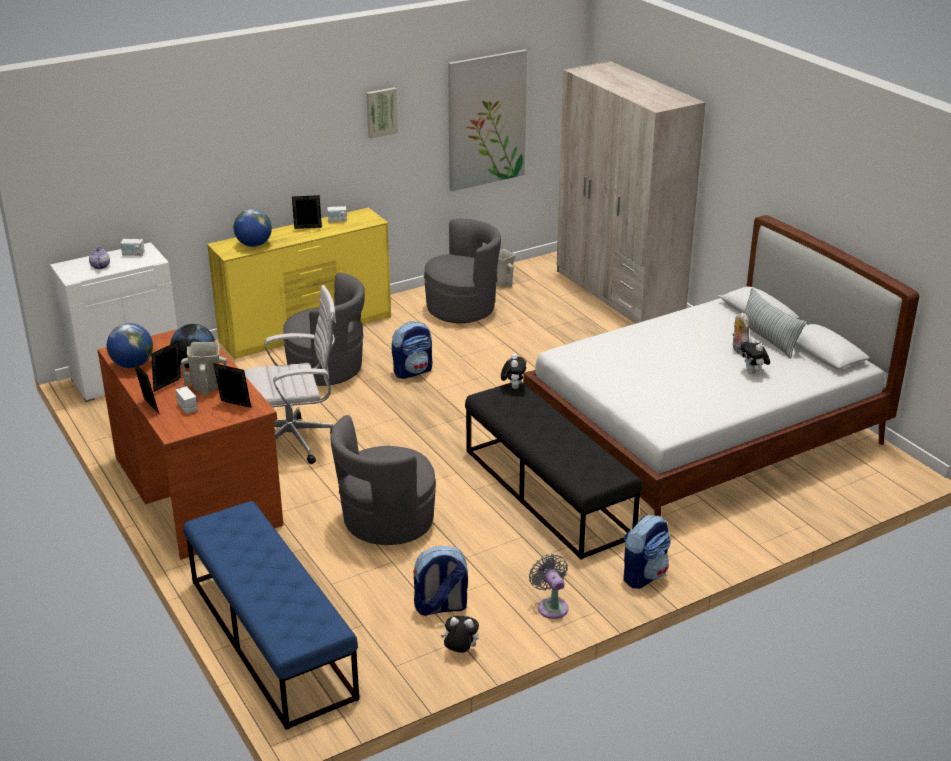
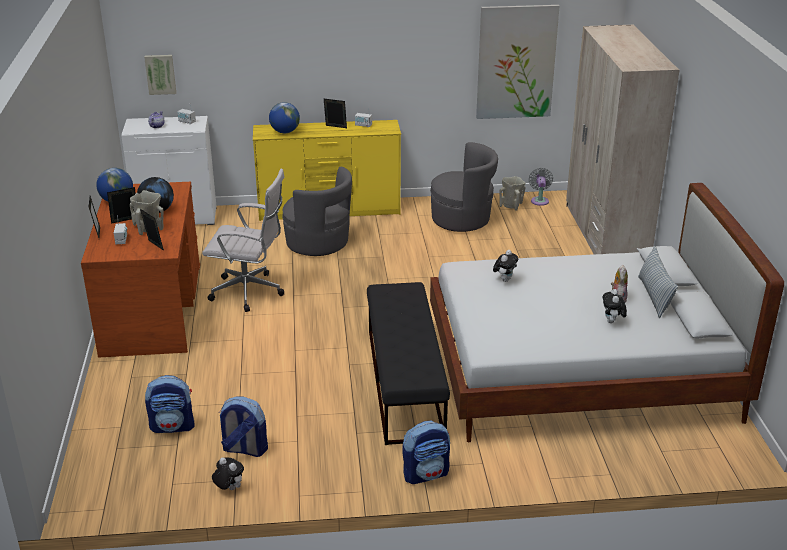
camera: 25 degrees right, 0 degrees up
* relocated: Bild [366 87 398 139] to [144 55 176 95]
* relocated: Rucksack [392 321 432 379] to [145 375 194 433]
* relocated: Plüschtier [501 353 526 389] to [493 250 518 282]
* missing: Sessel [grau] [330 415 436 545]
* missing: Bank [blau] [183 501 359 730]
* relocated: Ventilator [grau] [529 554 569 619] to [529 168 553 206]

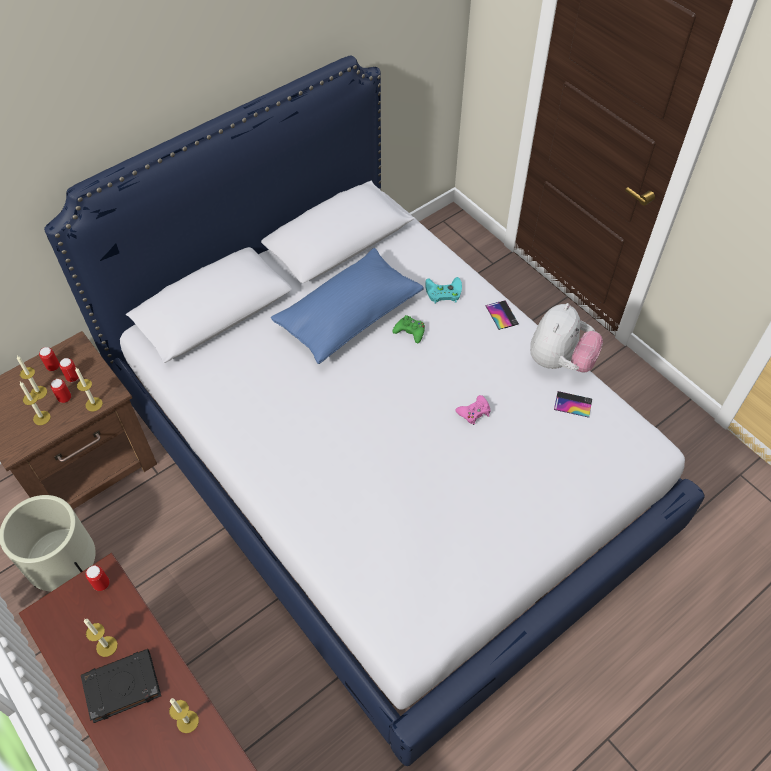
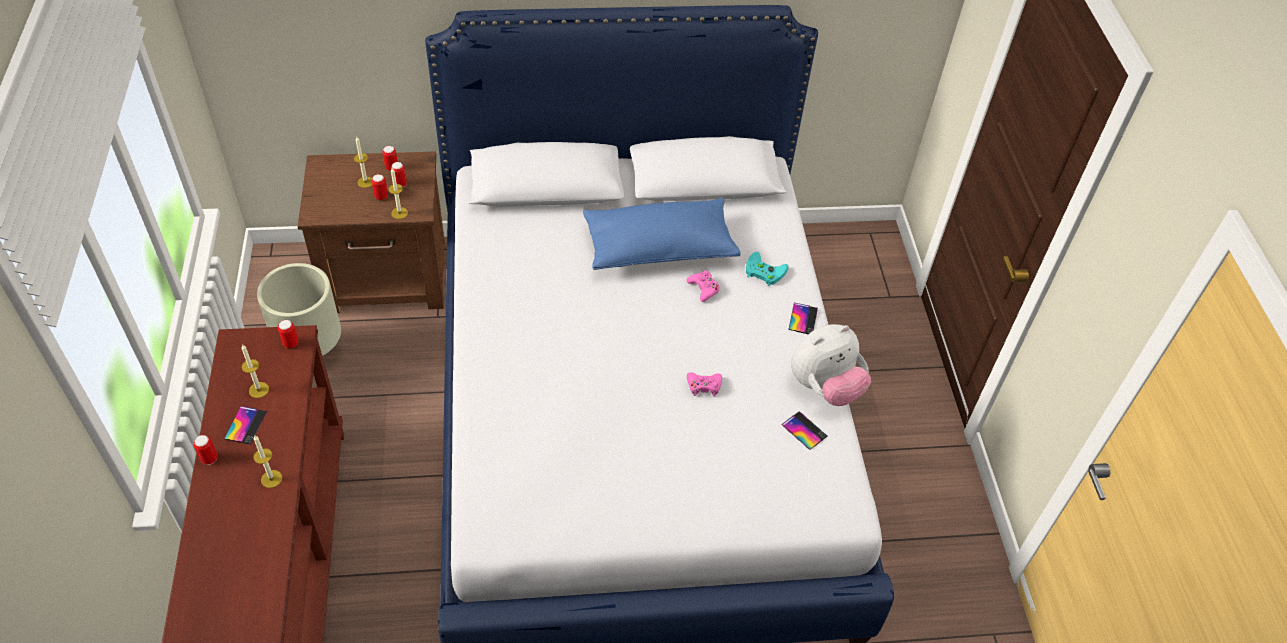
camera: 30 degrees right, 5 degrees down
* colour: Gamepad [grün] [393 315 425 343] to Gamepad [rosa] [686 270 719 302]
* missing: Kerze [20 382 51 425]
* exchanged: Buch [schwarz] [81 649 161 723] to Handy [224 406 267 444]
* appeared: Dose [194 435 218 465]

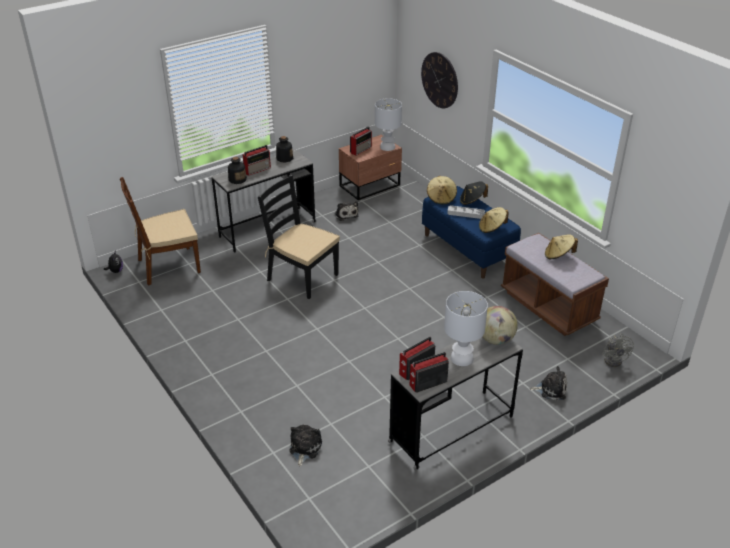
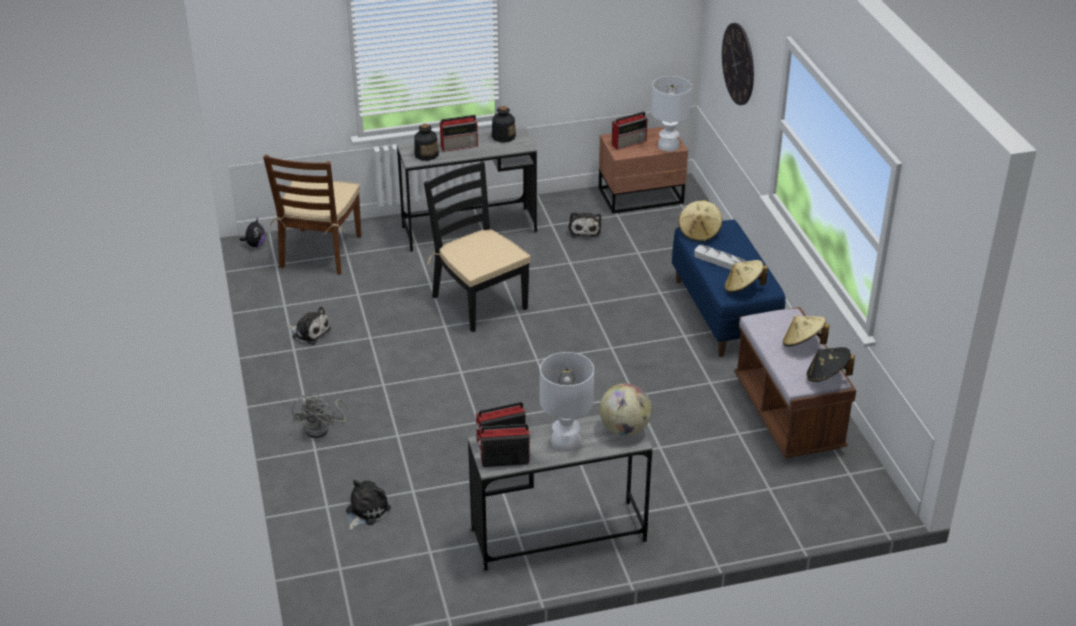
camera: 20 degrees right, 0 degrees up
* spun: Stuhl [braun] [120 177 201 285] = [263 155 361 275] 75 degrees counterclockwise
* relocated: Hut [schwarz] [460 182 488 205] to [806 347 855 382]
* relocated: Ventilator [grau] [602 334 634 367] to [292 393 348 438]
* relocated: Plüschtier [530 366 567 400] to [287 306 331 345]

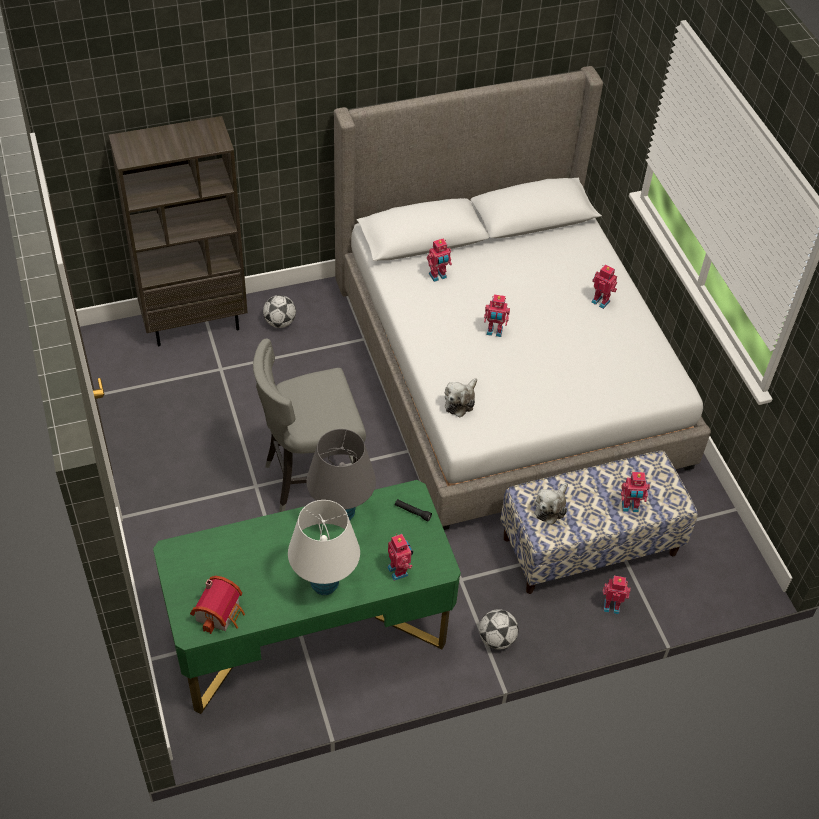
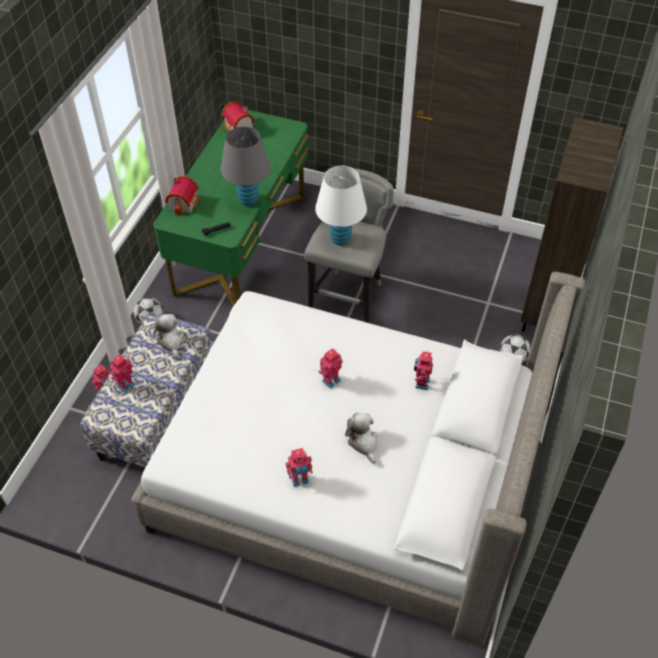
camera: 130 degrees right, 0 degrees up
* relocated: Plüschtier [445 378 477 417] to [345 412 377 464]
* relocated: Tischlampe [weiß] [288 500 360 595] to [315 166 367 246]
* exchanged: Spielzeugroboter [387 533 413 581] to Spielzeughaus [165 176 202 216]

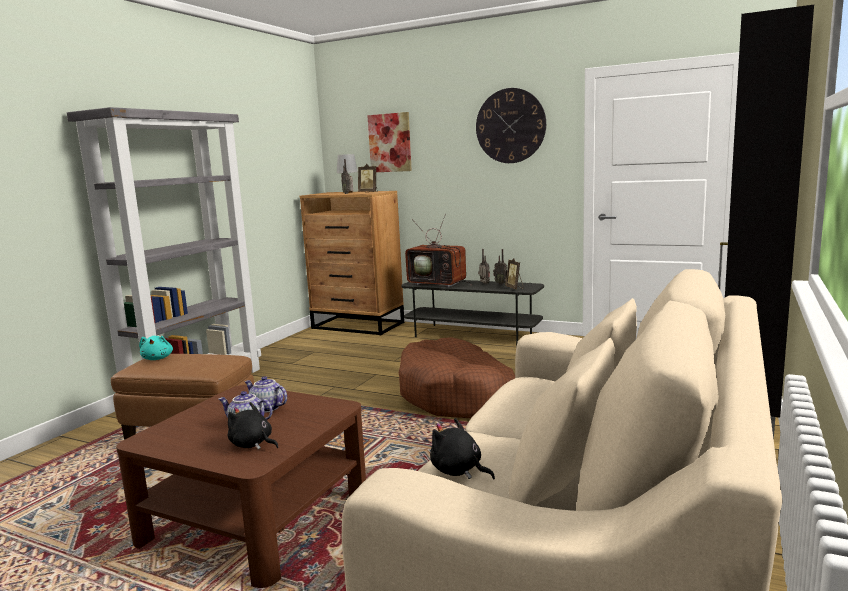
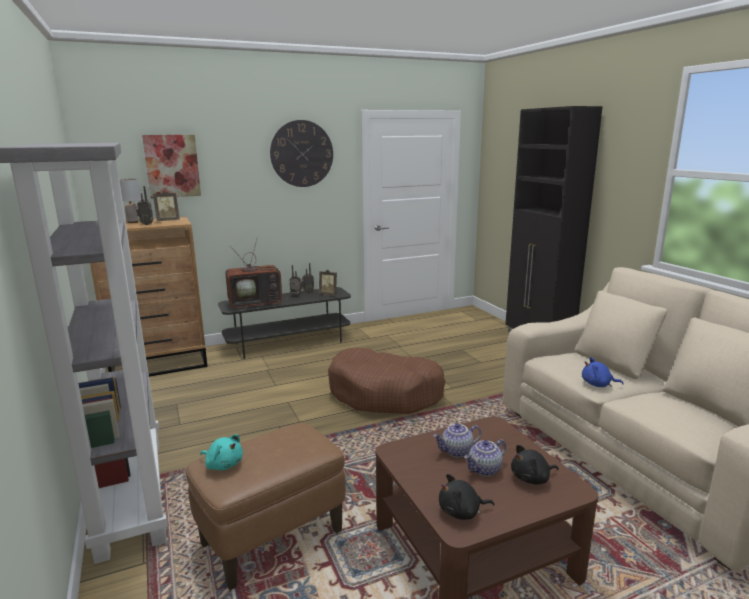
camera: 50 degrees left, 5 degrees up
* relocated: Plüschtier [schwarz] [430 418 495 480] to [439 474 494 520]
* appeared: Plüschtier [blau] [582 357 624 387]

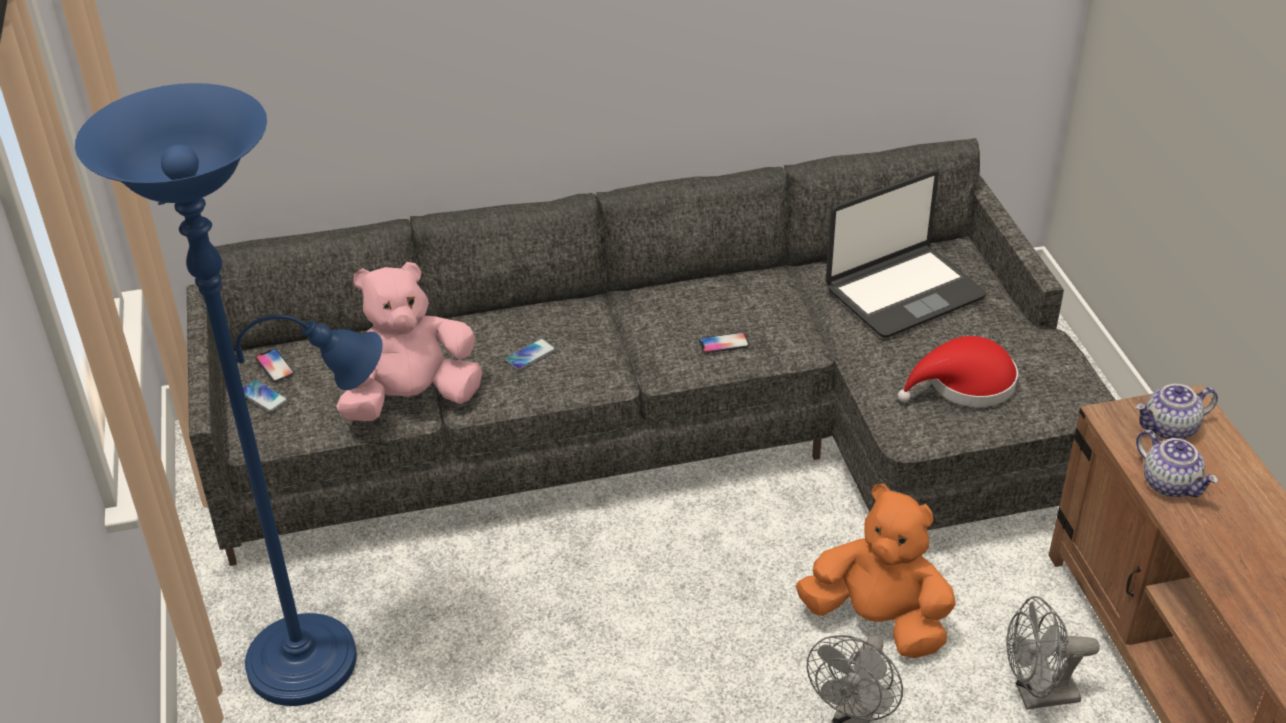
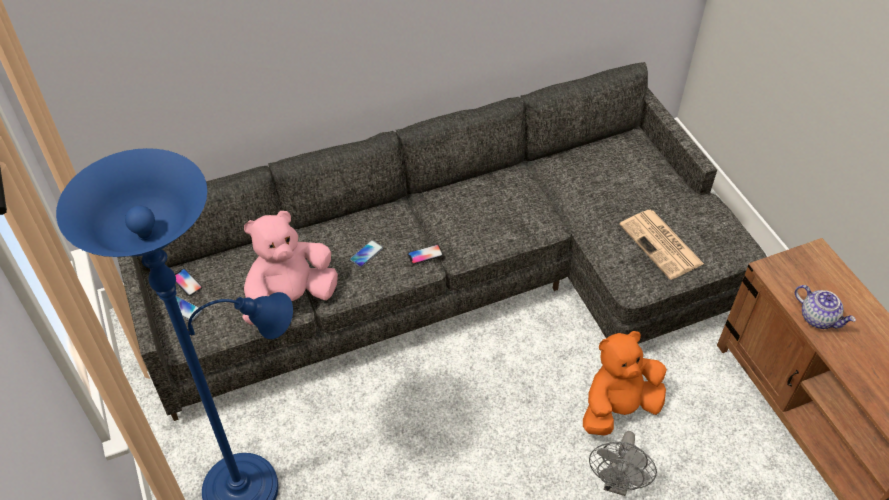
camera: 10 degrees left, 10 degrees up
* missing: Laptop [826 170 987 338]
* relocated: Handy [699 332 749 353] to [407 244 443 265]
* exchanged: Hut [rot] [897 336 1018 407] to Zeitung [620 210 704 280]
* missing: Teekanne [1135 384 1218 440]
* spun: Plüschtier [orange] [796 484 956 658] = [583 331 667 436] 45 degrees counterclockwise
* missing: Ventilator [grau] [1006 596 1100 710]

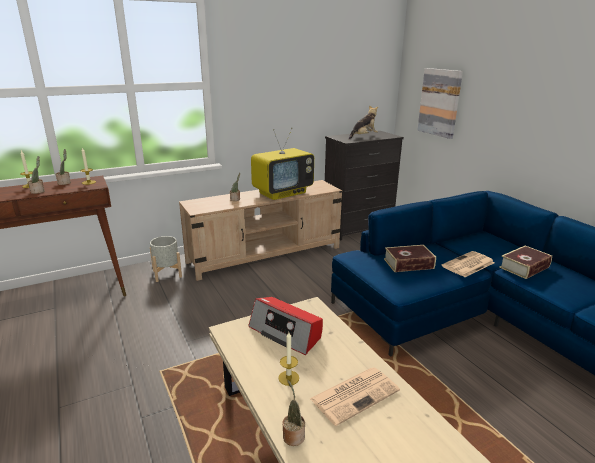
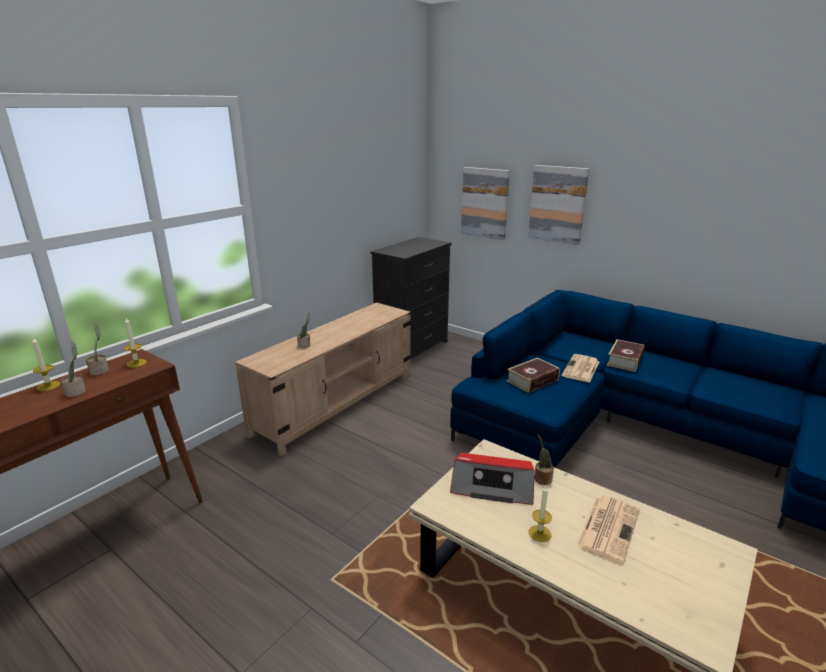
camera: 25 degrees left, 0 degrees up
* missing: Plüschtier [349 105 378 140]
* missing: Fernseher [251 128 314 200]
* missing: Pflanzkübel [grau] [150 236 182 282]
* relocated: Topfpflanze [282 380 305 446] to [535 435 554 485]
* appeared: Bild [528 165 589 245]

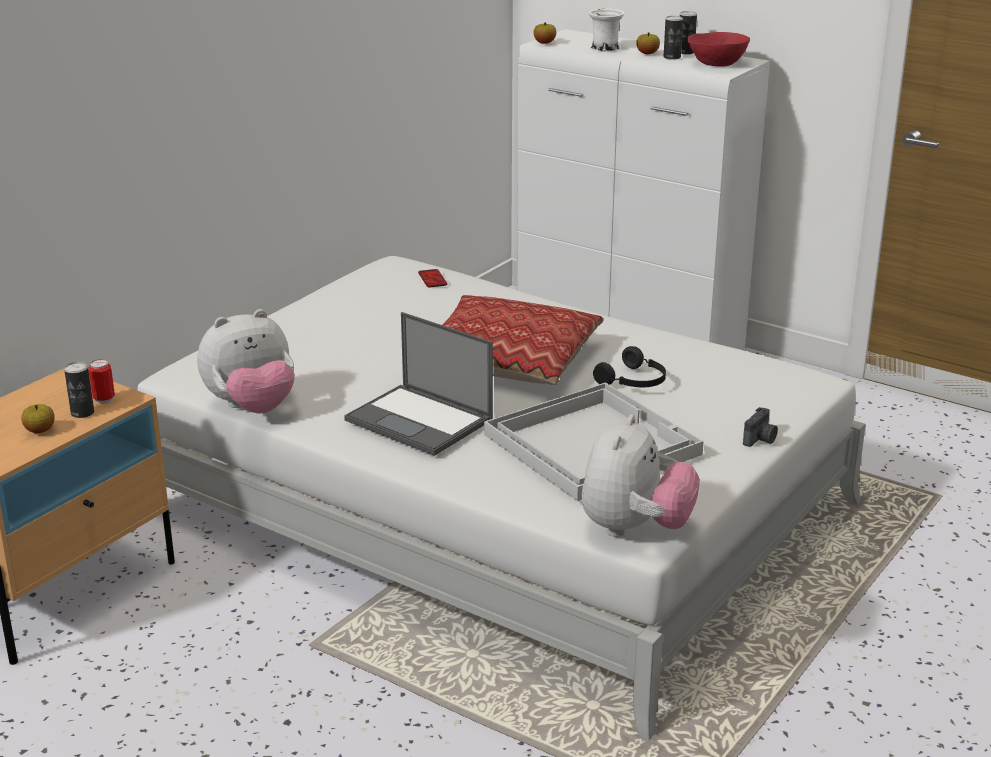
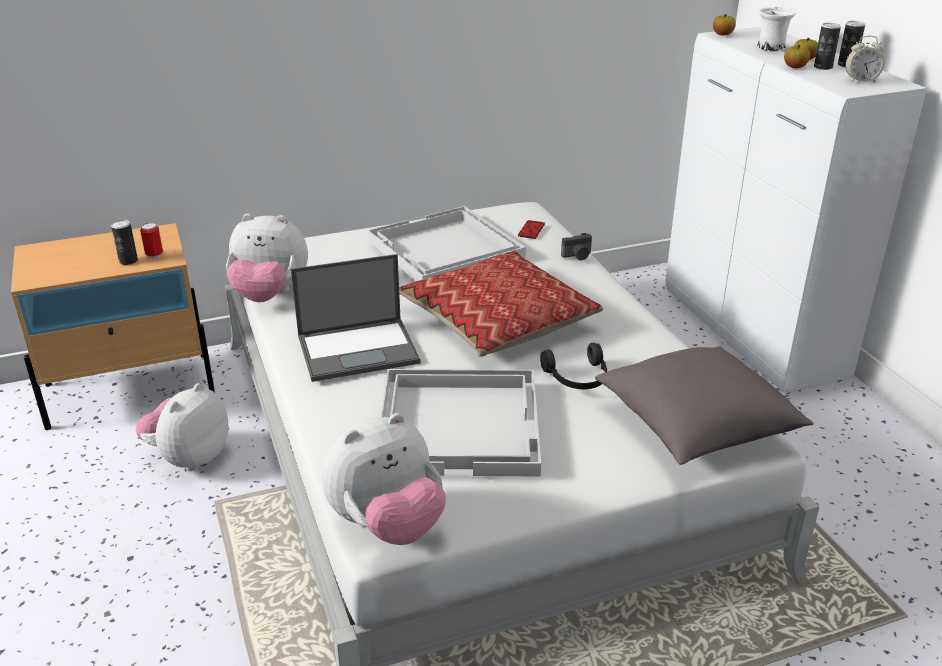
camera: 35 degrees right, 5 degrees up
* exchanged: Schüssel [rot] [688 32 750 67] to Wecker [845 35 885 82]
* spun: Laptop [344 312 493 456] = [291 254 421 382] 90 degrees counterclockwise
* relocated: Apfel [21 404 55 433] to [784 45 810 68]
* relocated: Kamera [743 407 778 447] to [561 233 592 260]
* appeared: Tablett [weiß] [367 206 526 281]
* appeared: Kissen [grau] [595 346 814 465]
* appeared: Plüschtier [135 383 229 471]

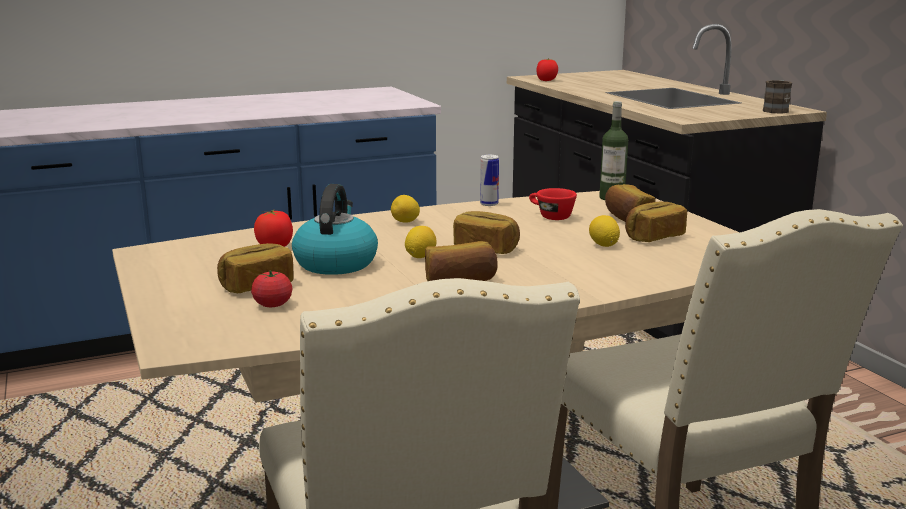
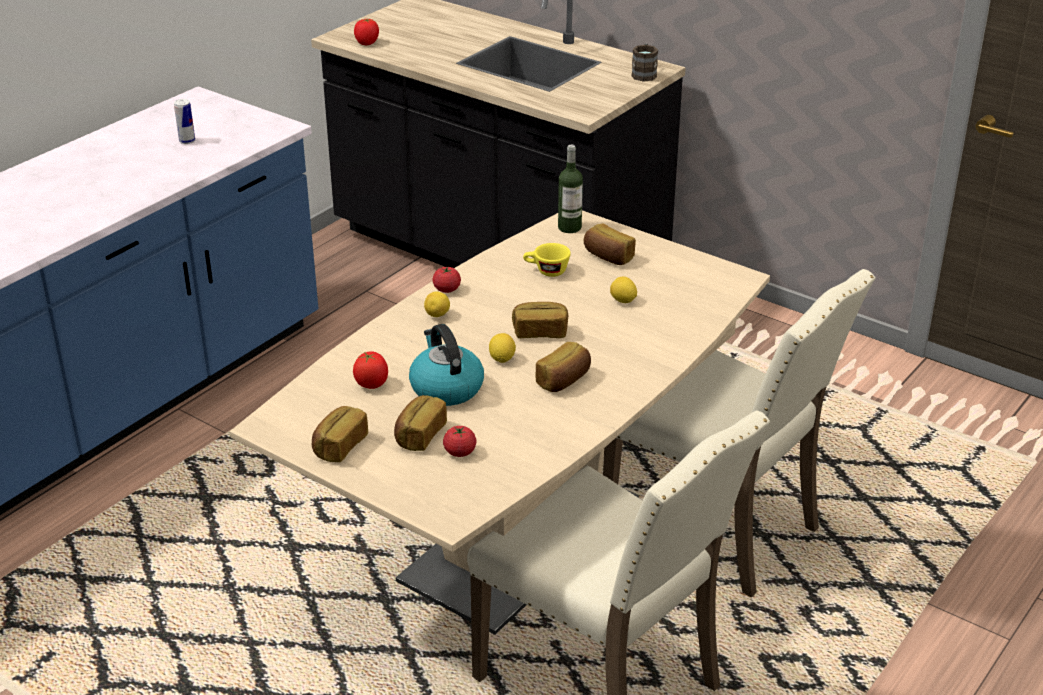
camera: 30 degrees left, 15 degrees up
* relocated: Dose [480 155 499 206] to [174 99 195 144]
* colour: Tasse [rot] [529 188 577 220] to Tasse [gelb] [523 243 571 277]
* relocated: Brot [625 201 687 242] to [312 406 368 462]
* appeared: Tomate [433 267 461 293]

